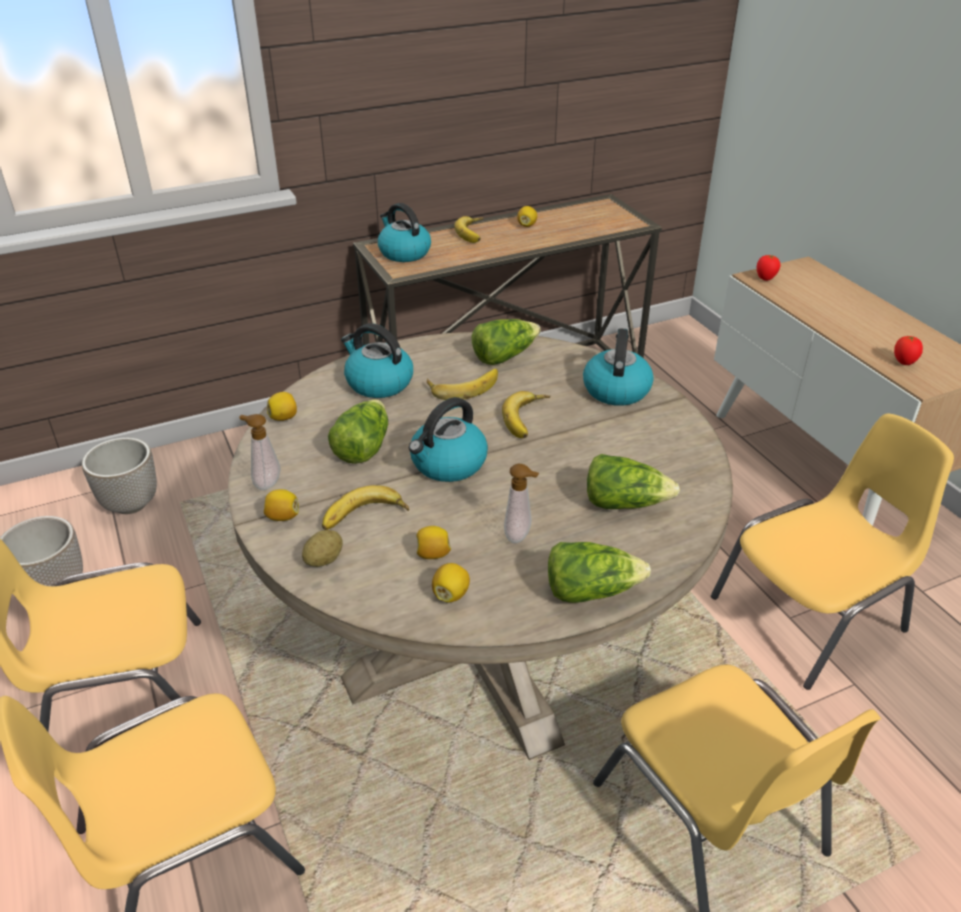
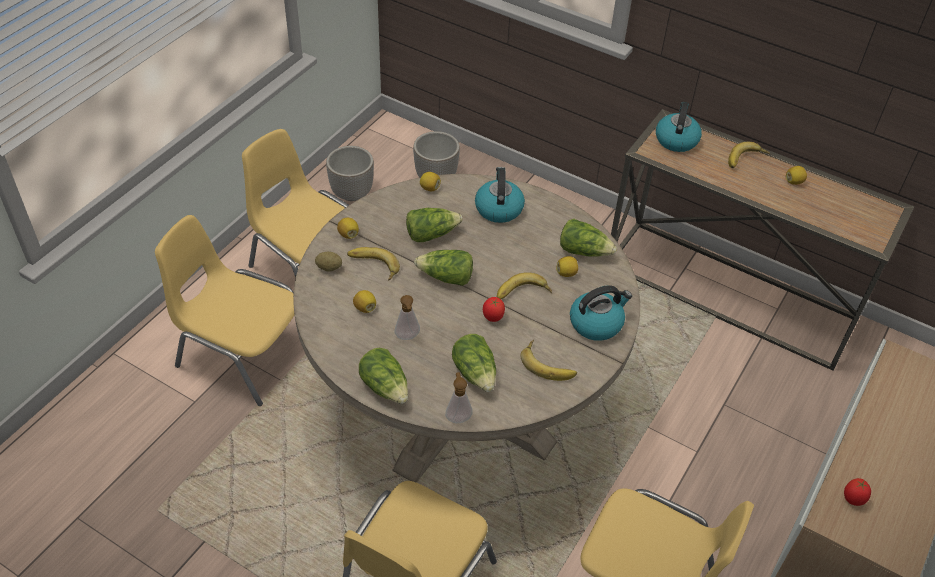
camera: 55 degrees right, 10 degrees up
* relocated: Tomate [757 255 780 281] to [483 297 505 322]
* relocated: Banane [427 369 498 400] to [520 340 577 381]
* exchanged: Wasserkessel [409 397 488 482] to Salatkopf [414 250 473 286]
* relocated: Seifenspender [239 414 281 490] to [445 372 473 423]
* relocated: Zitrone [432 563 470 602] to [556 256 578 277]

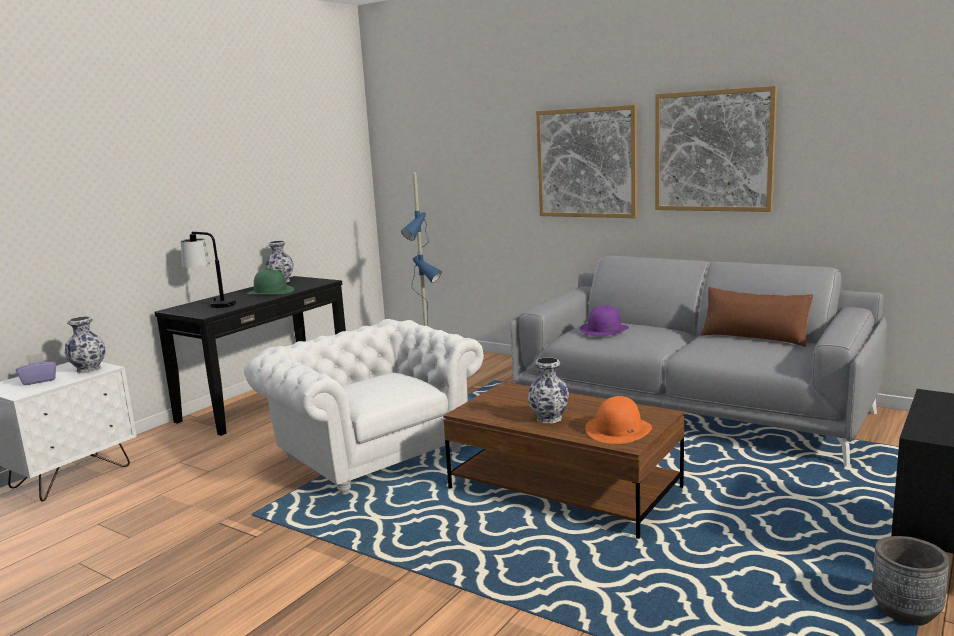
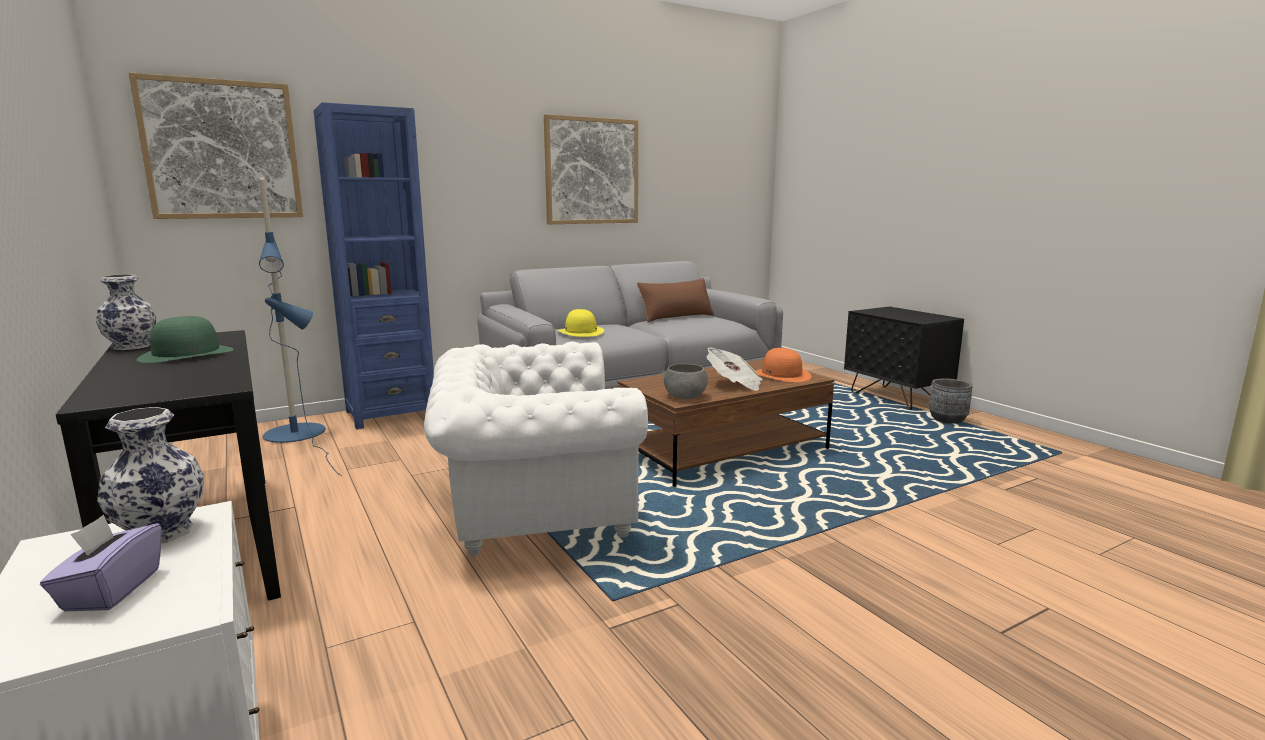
camera: 65 degrees left, 0 degrees up
* relocated: Bild [536 105 637 218] to [129 73 303 219]
* missing: Tischlampe [181 232 236 308]
* colour: Hut [lila] [580 305 629 336] to Hut [gelb] [558 309 604 337]
* exchanged: Vase [528 357 569 423] to Zeitung [706 347 763 391]
* appeared: Bücherregal [blau] [313 102 434 429]
* appeared: Schüssel [grau] [664 364 708 399]

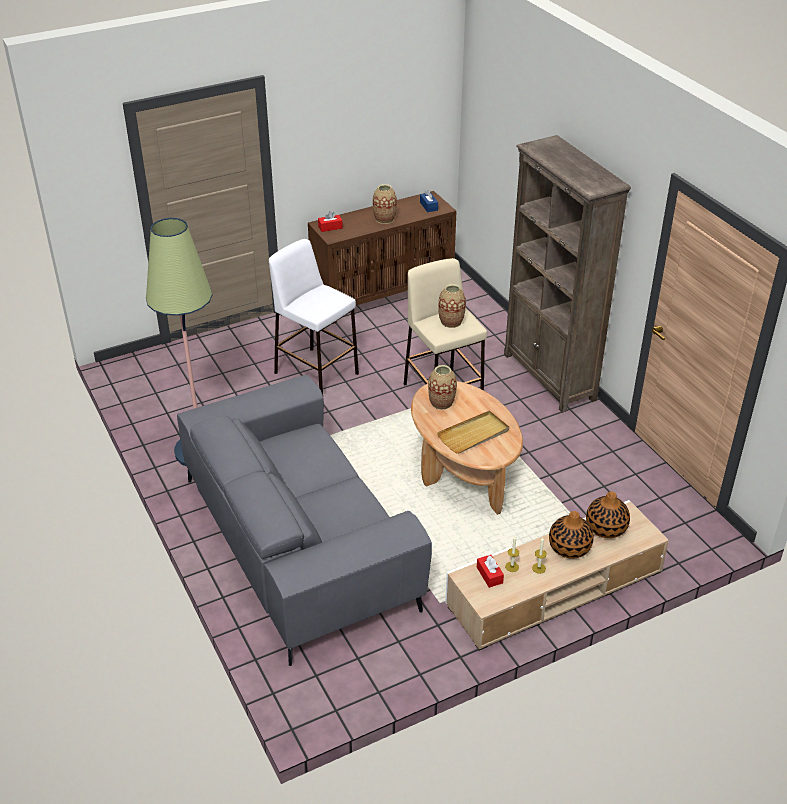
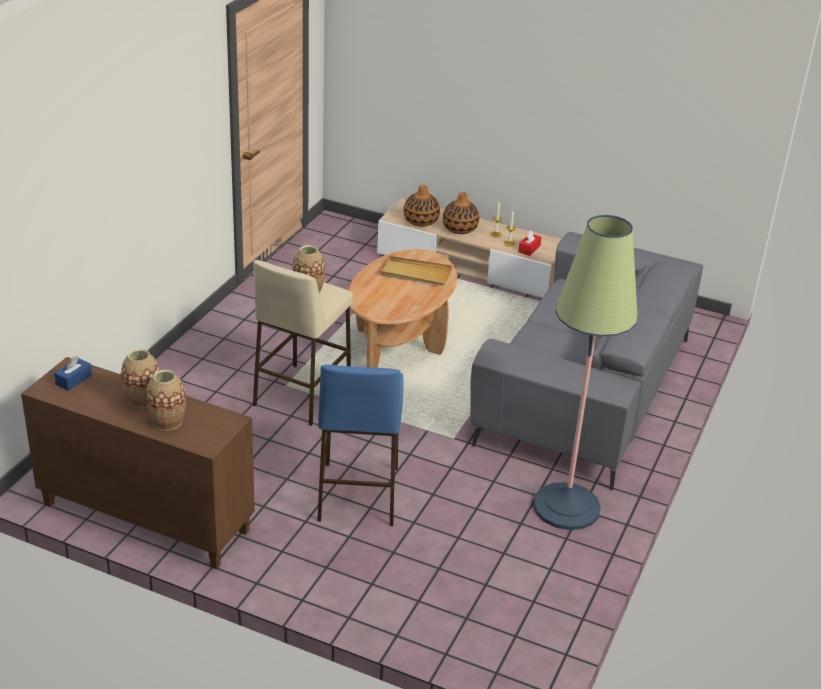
camera: 130 degrees left, 5 degrees down
* missing: Bücherregal [braun] [504 135 631 413]
* missing: Taschentuchbox [rot] [318 211 343 232]
* colour: Hocker [weiß] [269 239 359 394] to Hocker [blau] [317 365 404 526]
* relocated: Vase [428 365 457 410] to [146 370 186 431]

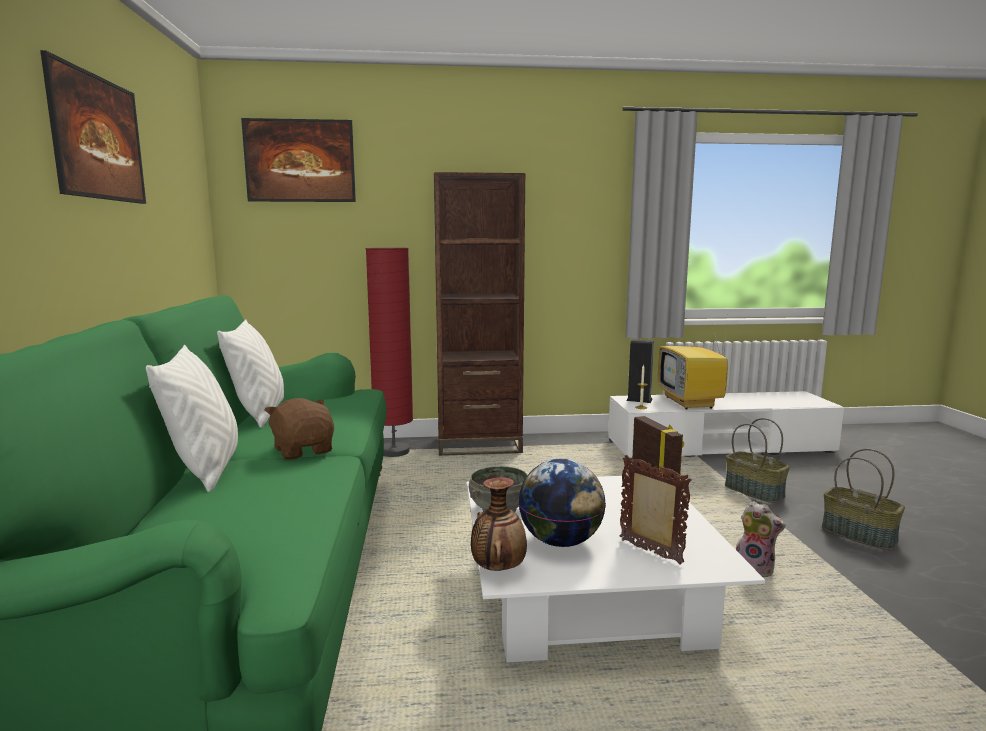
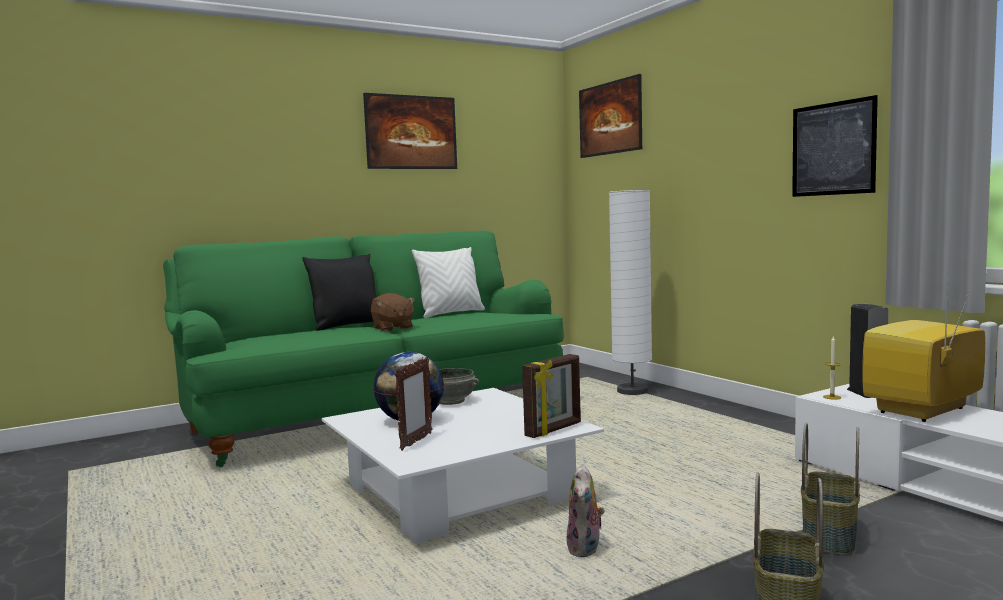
camera: 65 degrees right, 5 degrees down
* missing: Bücherregal [braun] [434 172 525 456]
* colour: Stehlampe [rot] [366 248 413 457] to Stehlampe [weiß] [609 190 652 395]
* colour: Kissen [weiß] [146 345 238 492] to Kissen [schwarz] [302 254 377 331]
* spun: Plüschtier [braun] [265 398 334 460] = [371 293 415 332] 120 degrees clockwise
* missing: Vase [471 477 527 571]
* appeared: Bild [792 95 878 197]

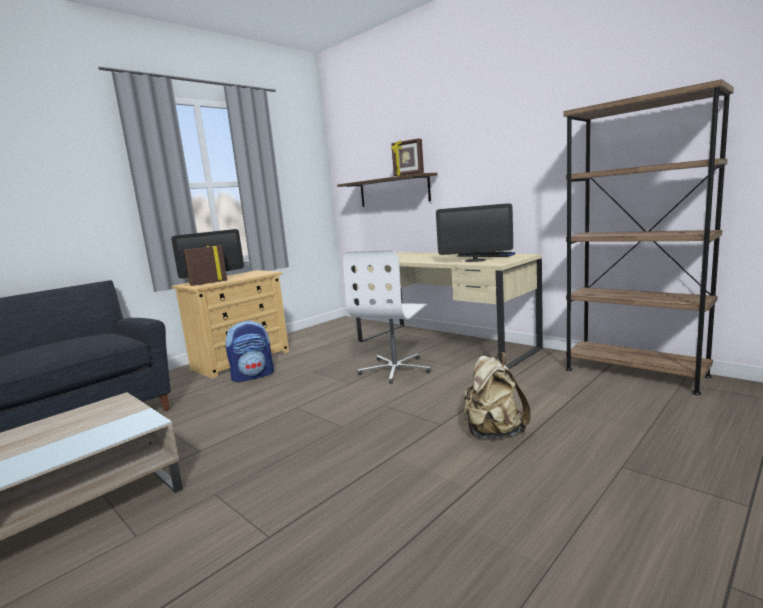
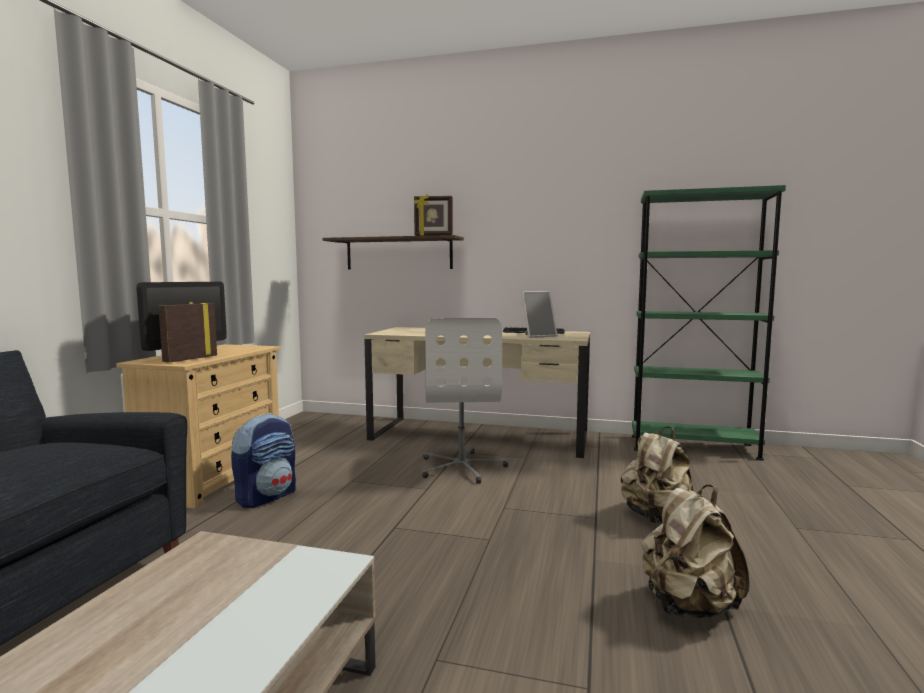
camera: 30 degrees left, 5 degrees down
* colour: Bücherregal [braun] [564 79 734 395] to Bücherregal [grün] [632 185 786 461]
* exchanged: Monitor [436 203 513 262] to Bilderrahmen [521 291 558 338]
* appeared: Rucksack [beige] [641 485 749 618]

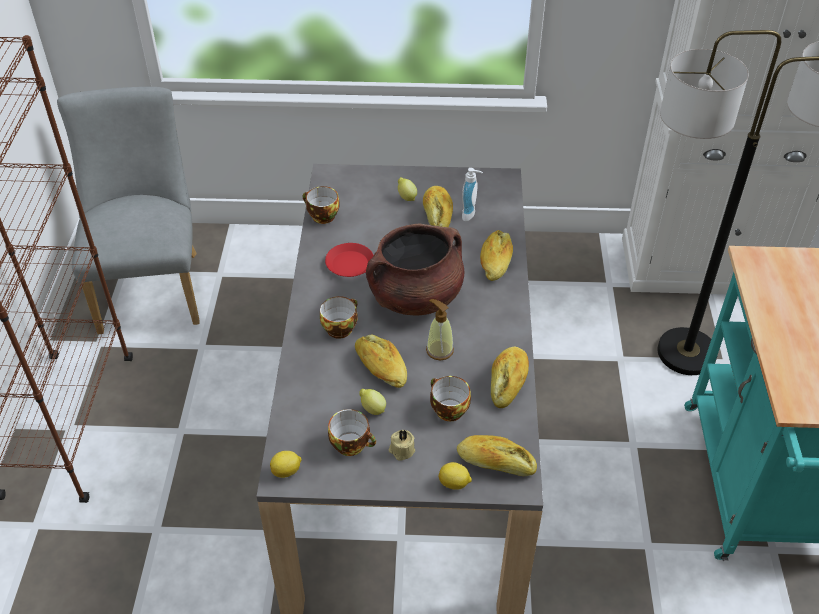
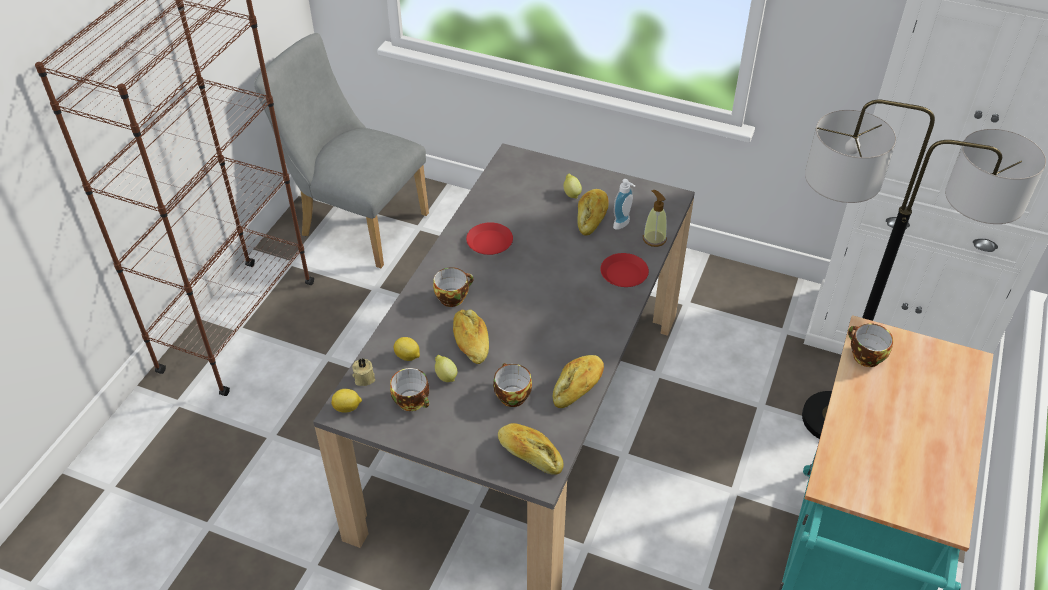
camera: 20 degrees right, 0 degrees up
* spun: Stuhl [grau] [57 87 199 334] = [254 33 429 268] 75 degrees counterclockwise
* relocated: Tasse [303 186 339 224] to [848 323 893 367]
* missing: Kochtopf [braun] [366 224 464 315]
* exchanged: Brot [480 230 513 281] to Teller [rot] [600 253 649 287]
* relocated: Seifenspender [426 299 454 360] to [643 190 667 247]
* relocated: Kerze [beige] [389 430 415 461] to [352 358 375 386]
* relocated: Zitrone [439 462 472 490] to [394 337 420 361]

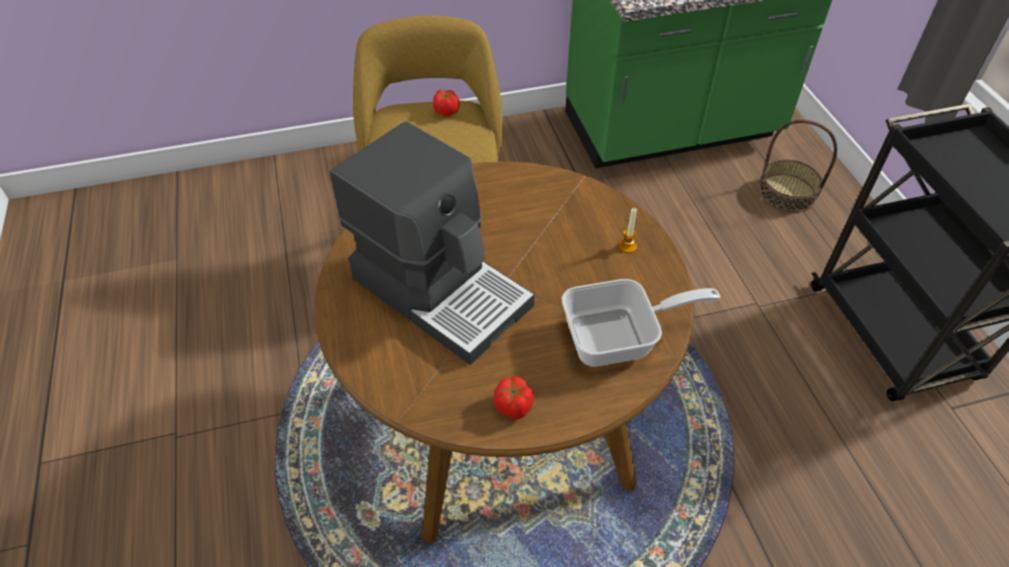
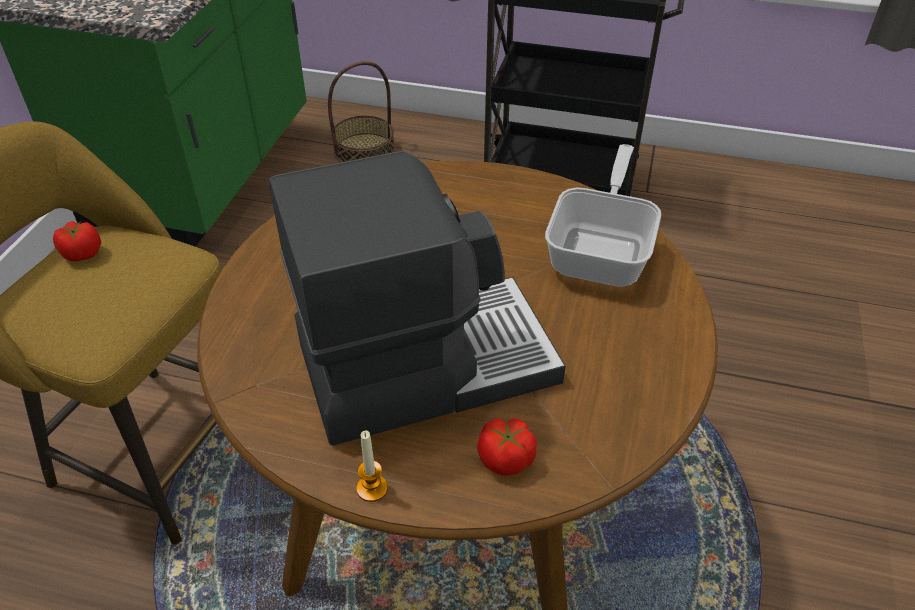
camera: 60 degrees left, 5 degrees down
* relocated: Kerze [619 208 637 253] to [356 430 388 502]
* relocated: Tomate [494 376 534 419] to [477 418 537 476]

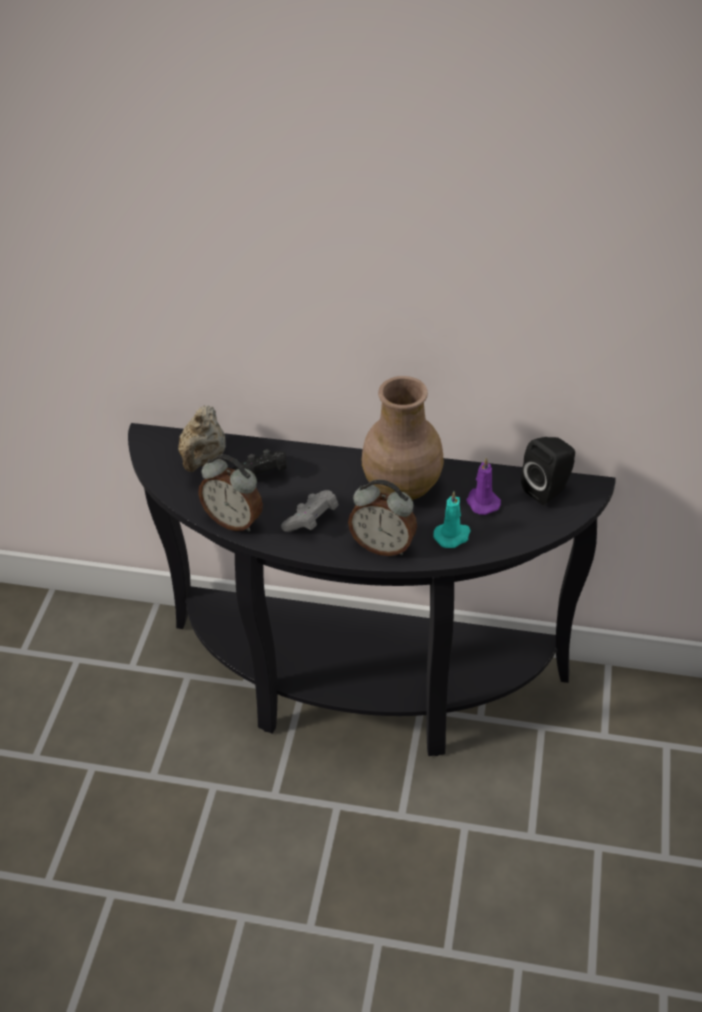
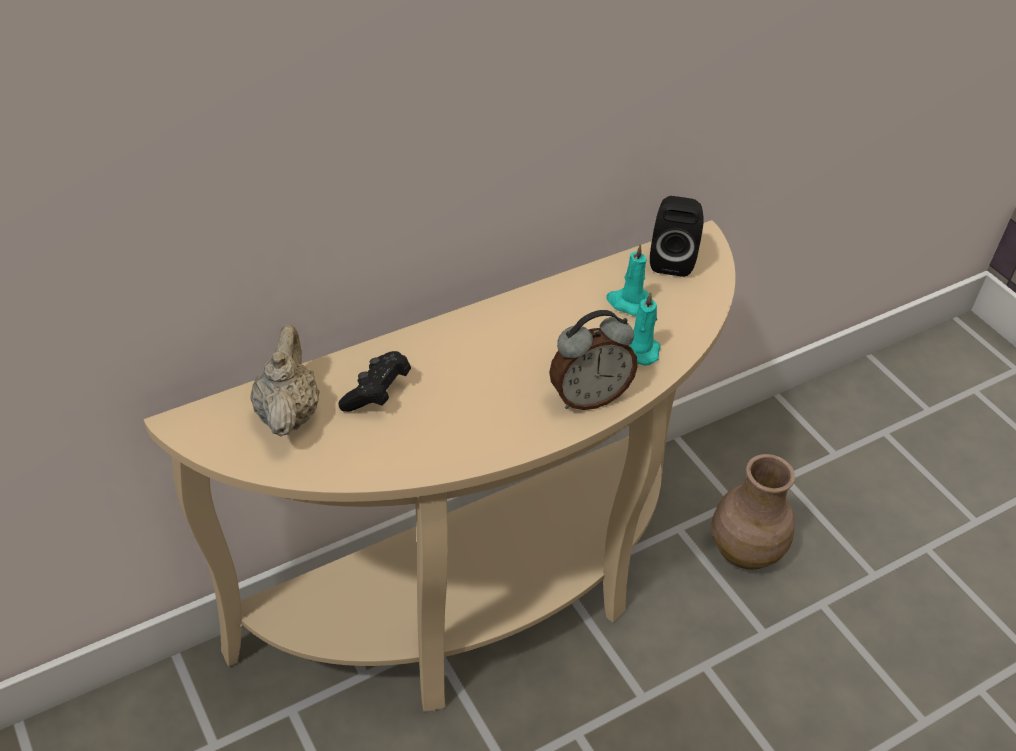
camera: 45 degrees left, 0 degrees up
* relocated: Vase [braun] [362 376 444 500] to [711 454 795 570]
* spun: Teekanne [beige] [178 406 226 472] = [250 325 320 437] 150 degrees counterclockwise
* colour: Konsolentisch [schwarz] [128 423 616 756] to Konsolentisch [beige] [144 220 735 712]
* missing: Wecker [198 455 263 532]
* colour: Kerze [lila] [466 457 501 515] to Kerze [türkis] [606 244 649 316]
* missing: Gamepad [grau] [281 490 339 532]

